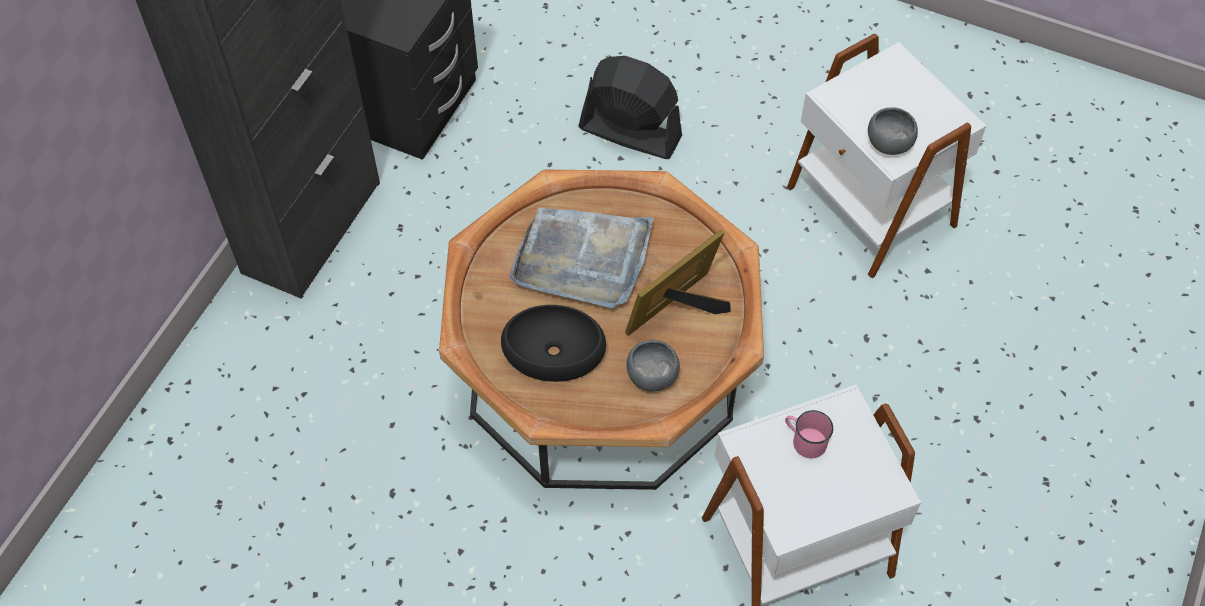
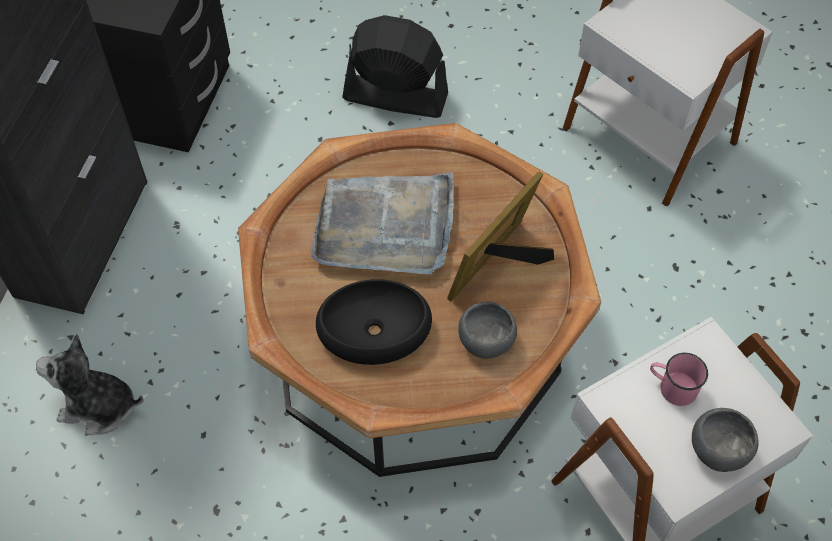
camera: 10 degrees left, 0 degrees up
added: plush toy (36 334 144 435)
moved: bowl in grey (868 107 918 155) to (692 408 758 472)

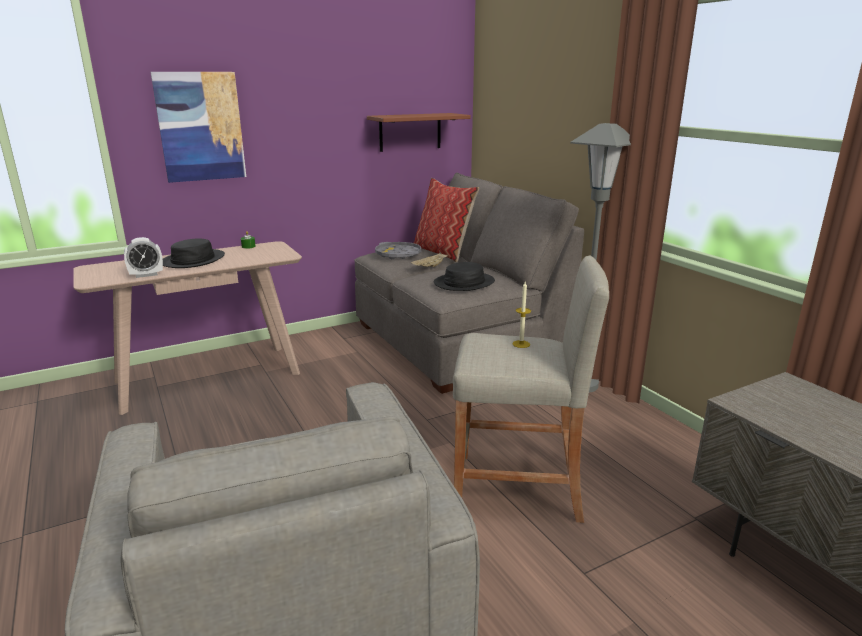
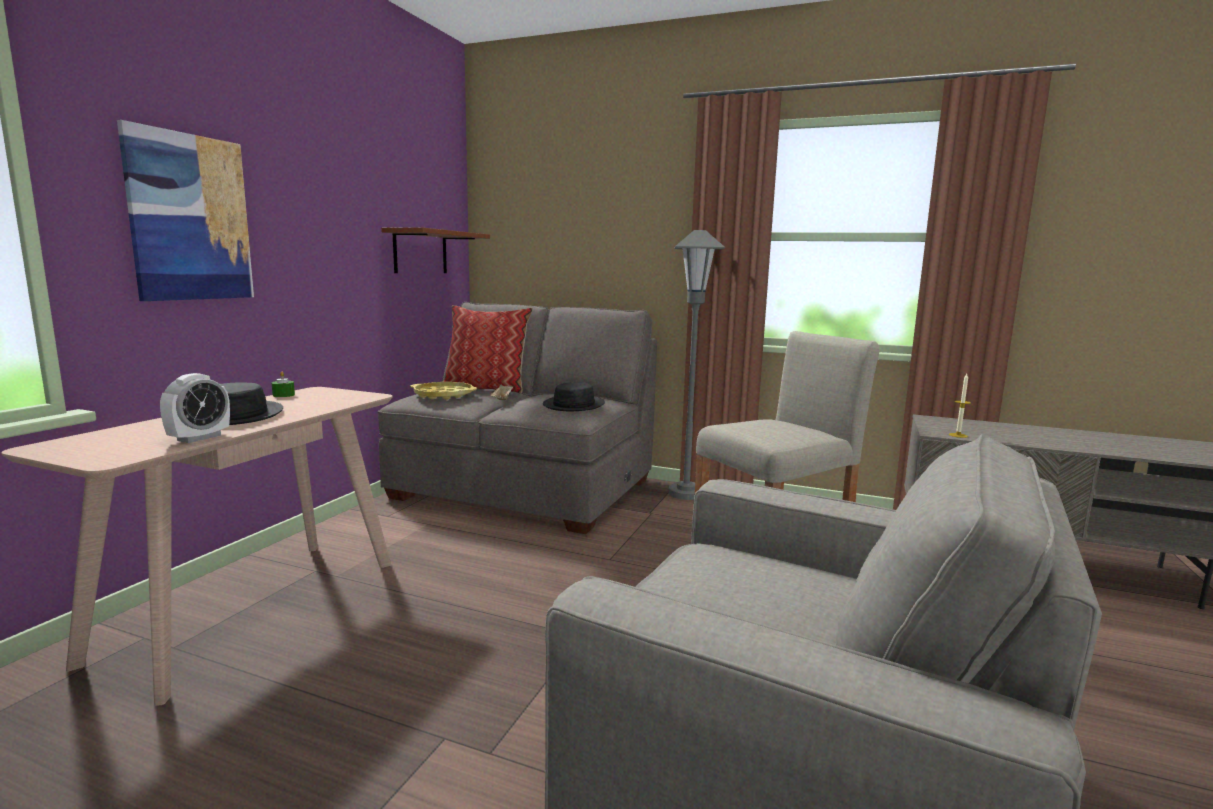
camera: 40 degrees left, 10 degrees down
moved: candle (512 282 531 348) to (949 374 971 438)
recoloured: tray in grey (375 242 421 259) to tray in yellow (410 382 477 400)

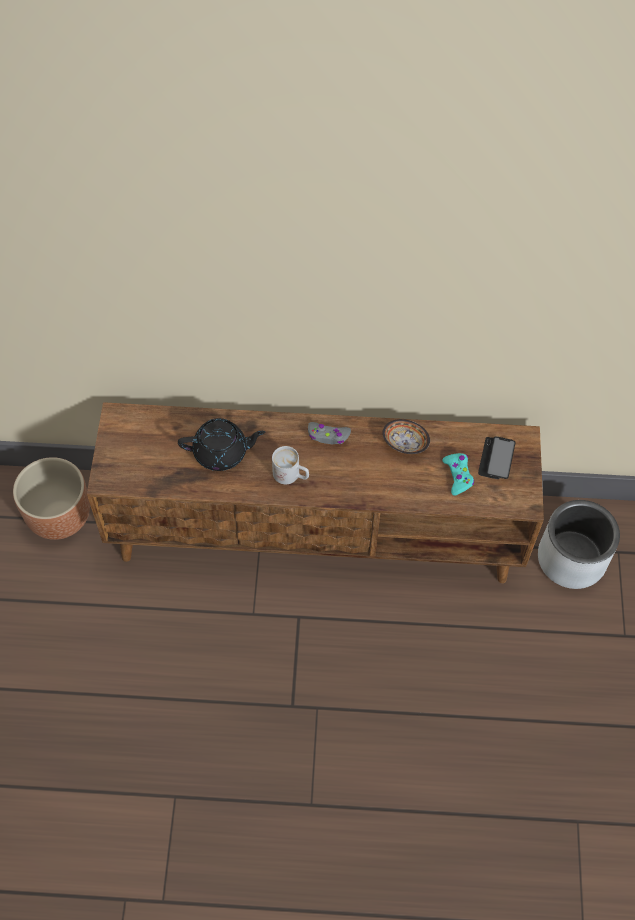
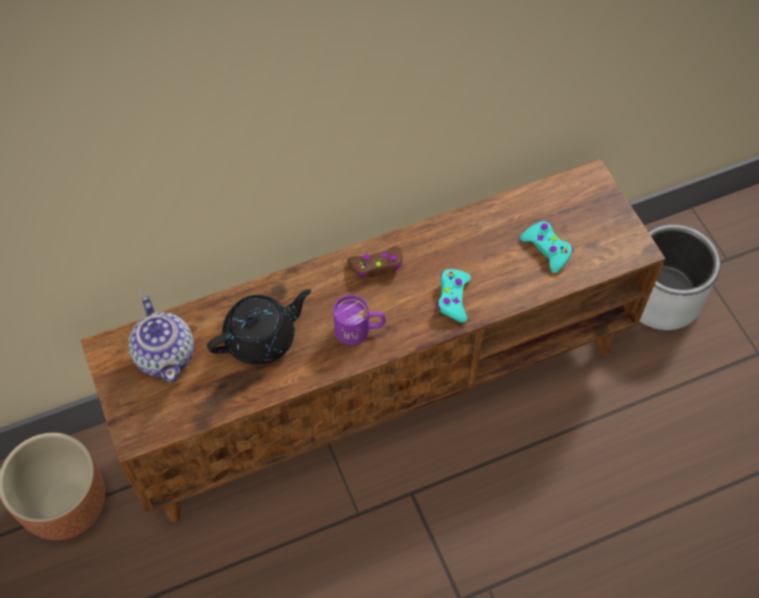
camera: 25 degrees left, 0 degrees up
removed: bowl (383 419 430 454); phone (478 437 516 479)
added: teapot (128 296 194 383); game controller in turquoise (437 269 471 323)
recoloured: mug in white (272 446 309 484) to mug in purple (333 295 386 345); game controller in grey (308 422 351 444) to game controller in brown (347 247 403 278)

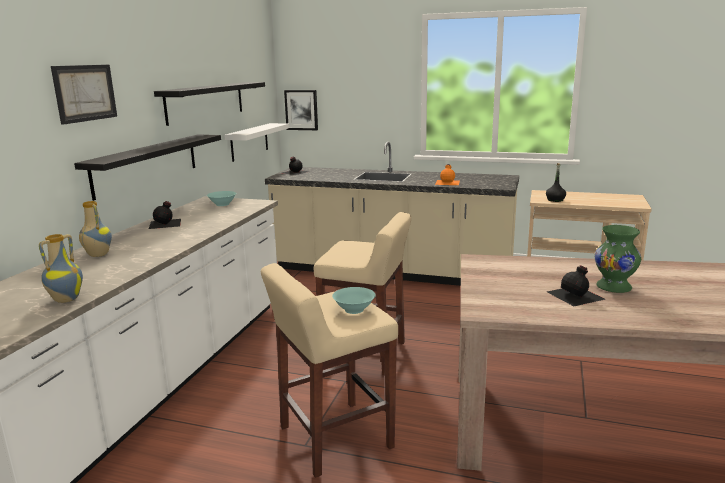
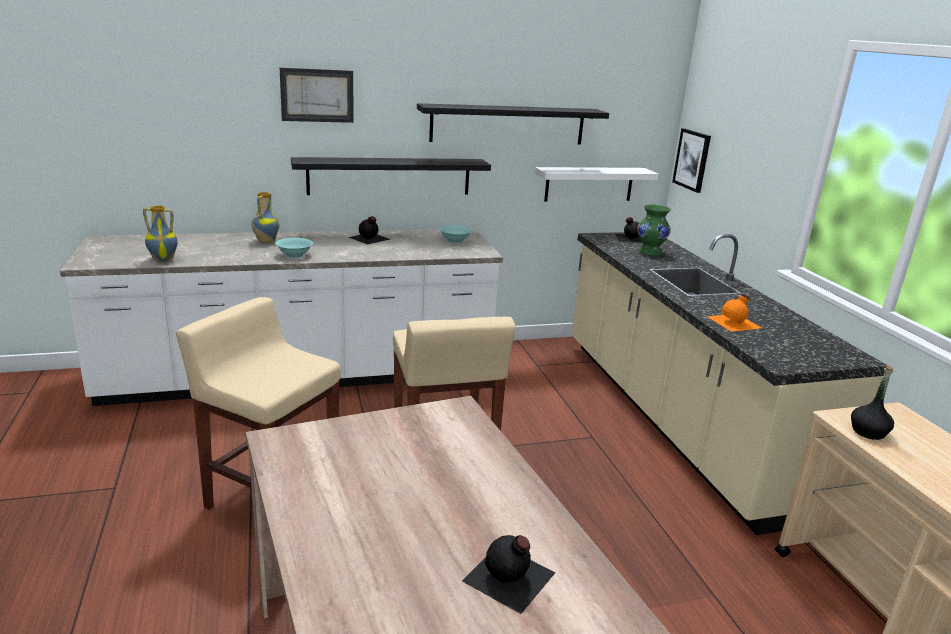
camera: 55 degrees right, 5 degrees up
moved: bowl in turquoise (332 287 376 314) to (275 238 313 258); bottle in black (547 265 605 306) to (462 535 556 614); vase in green (595 225 641 293) to (637 205 671 256)

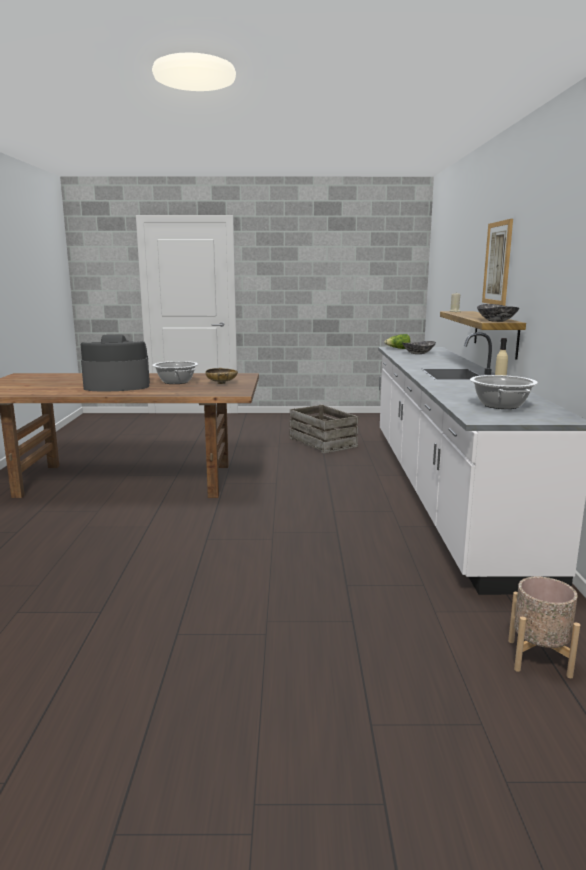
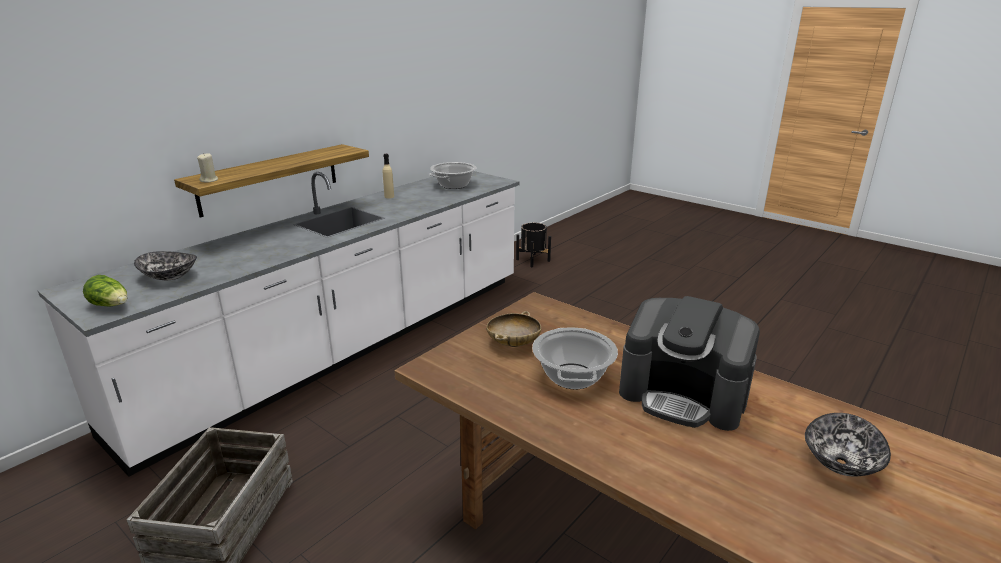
camera: 140 degrees left, 10 degrees up
removed: picture (482 219 513 306)
moved: bowl (477 304 519 322) to (805 413 891 477)
recoloured: planter in beige (508 577 580 678) to planter in black (516 223 551 267)

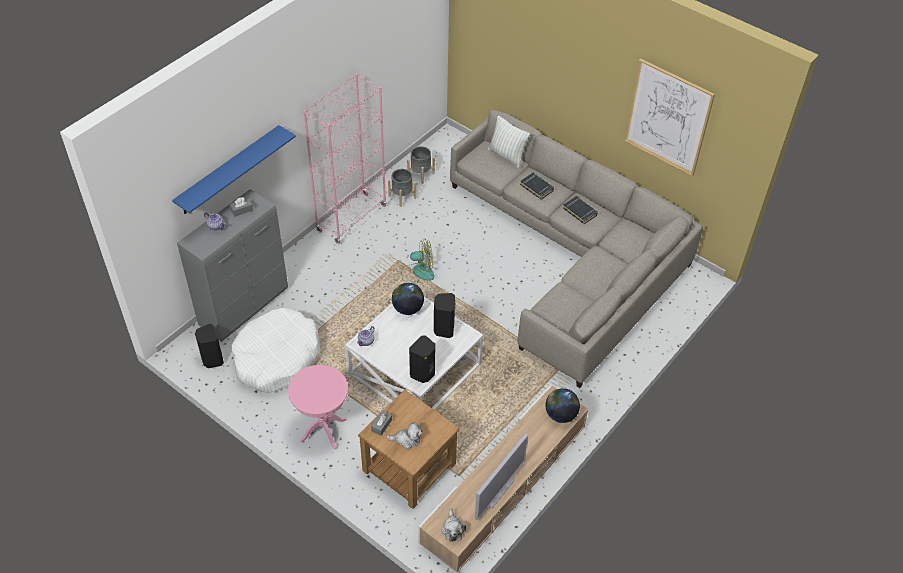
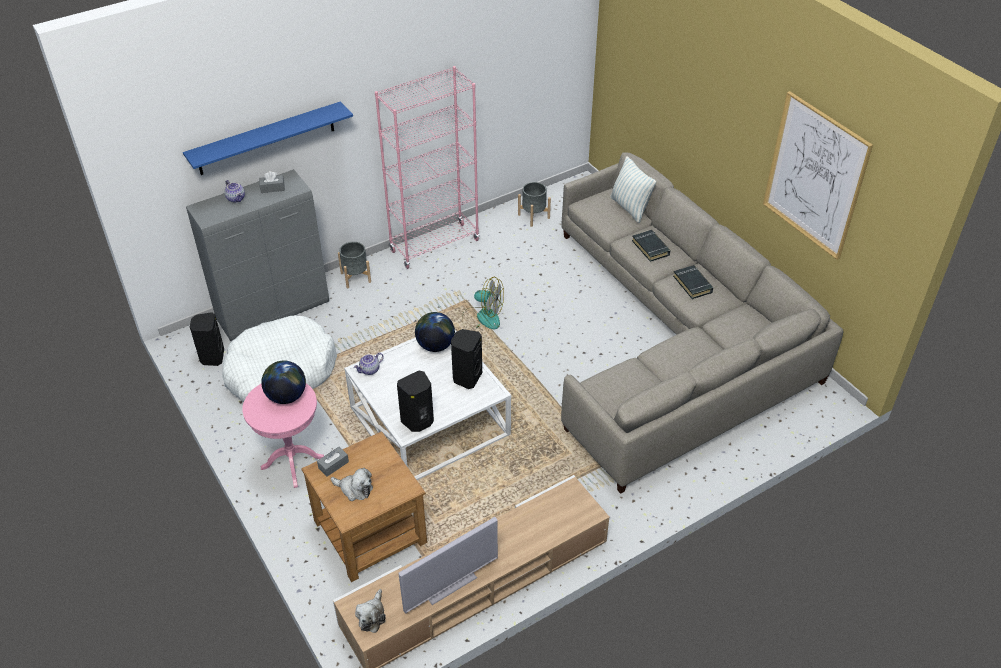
camera: 20 degrees right, 5 degrees down
moved: planter in grey (388 169 416 207) to (338 242 371 288); globe (546 388 580 423) to (261 360 306 404)

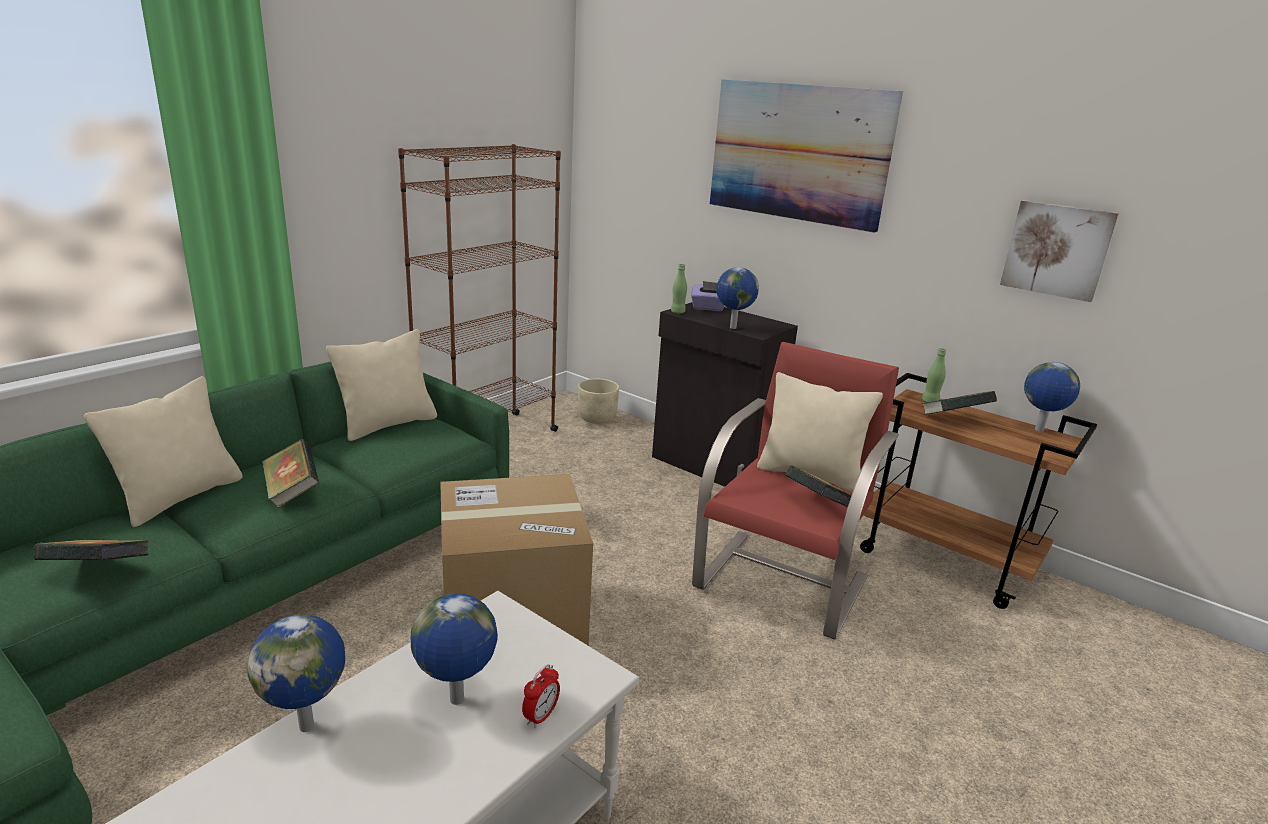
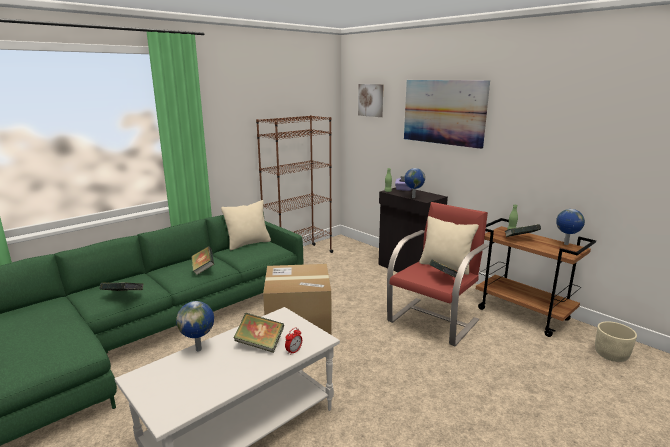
camera: 10 degrees right, 5 degrees down
removed: pillow in beige (84 376 243 527)
moved: planter in beige (578 379 619 424) to (595 321 637 362); picture (1000 200 1119 302) to (358 84 384 117)
replaced: globe (411 593 498 705) to book (234 313 284 353)

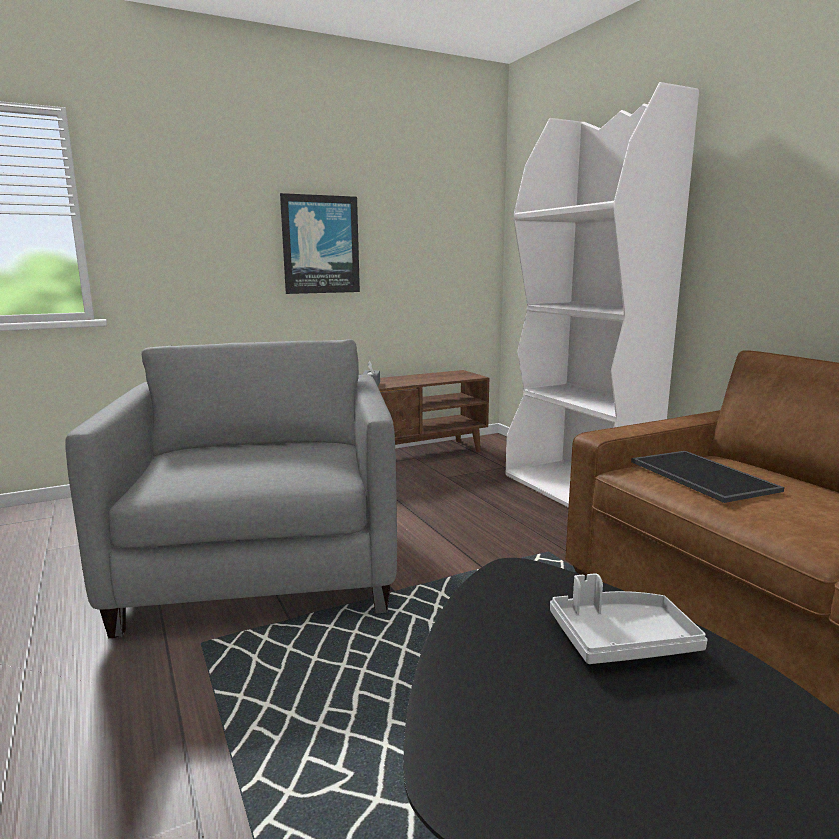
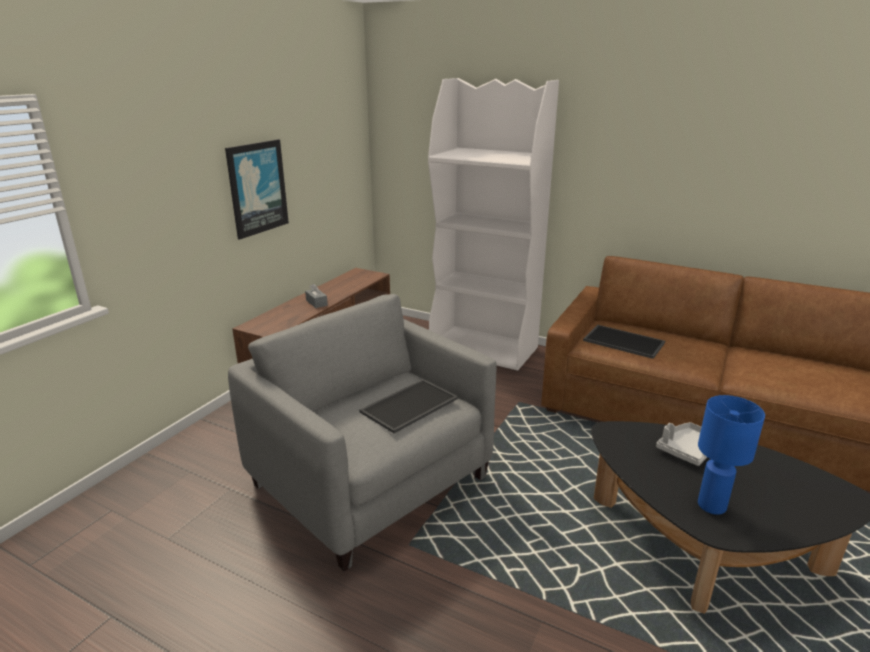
camera: 35 degrees left, 10 degrees up
added: tray (359 379 458 433); table lamp in blue (698 395 765 515)

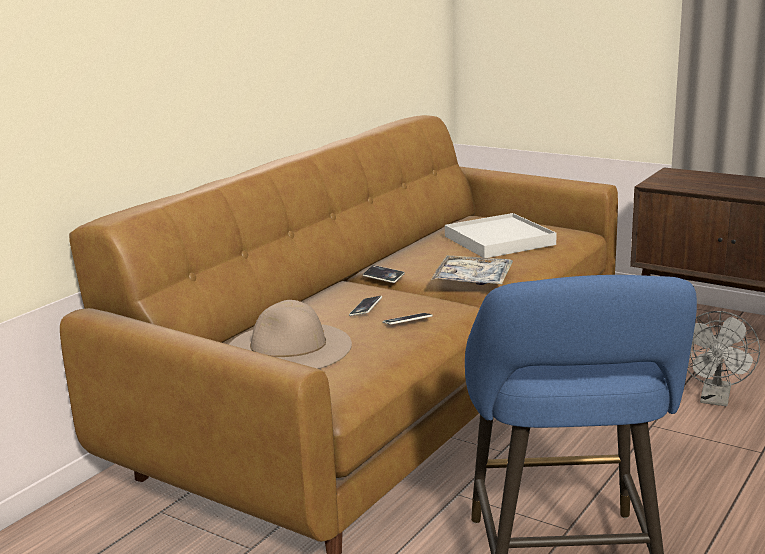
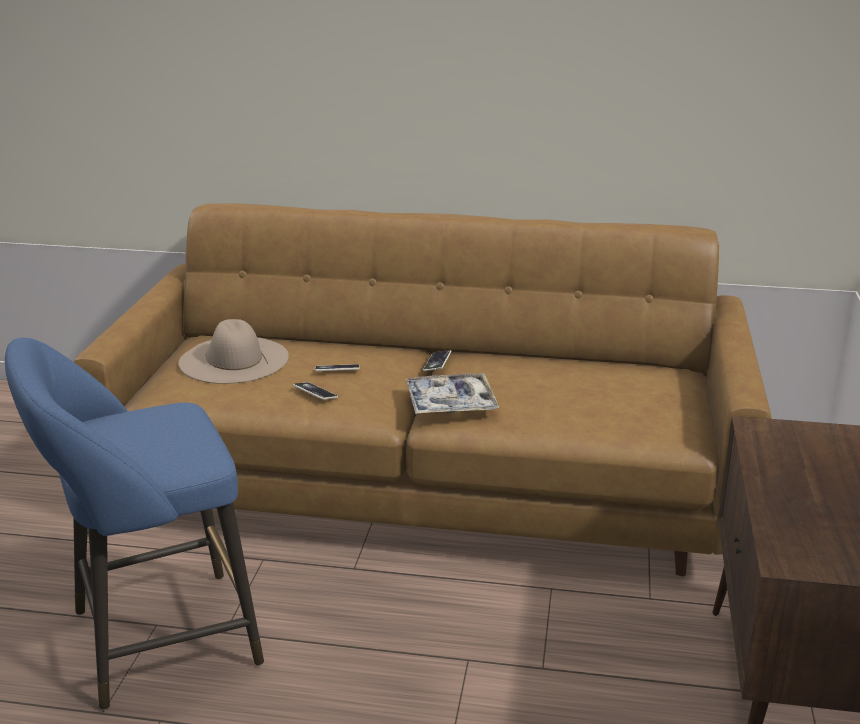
camera: 65 degrees right, 5 degrees up
removed: tray in white (445 213 557 258); fan in grey (687 311 760 406)

